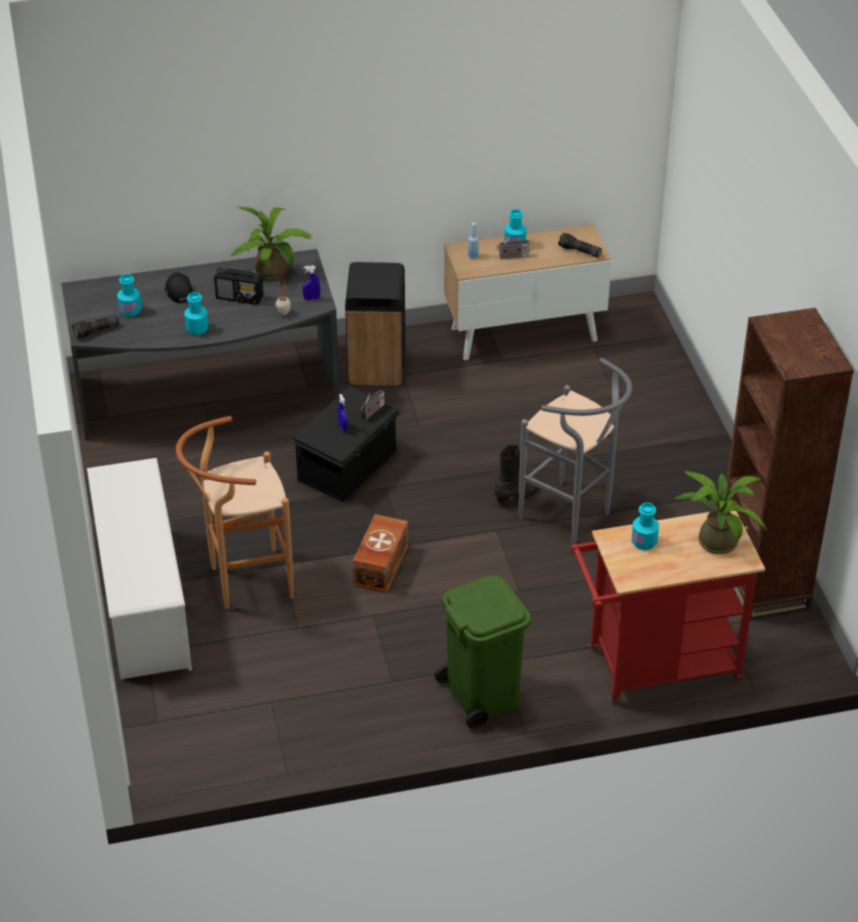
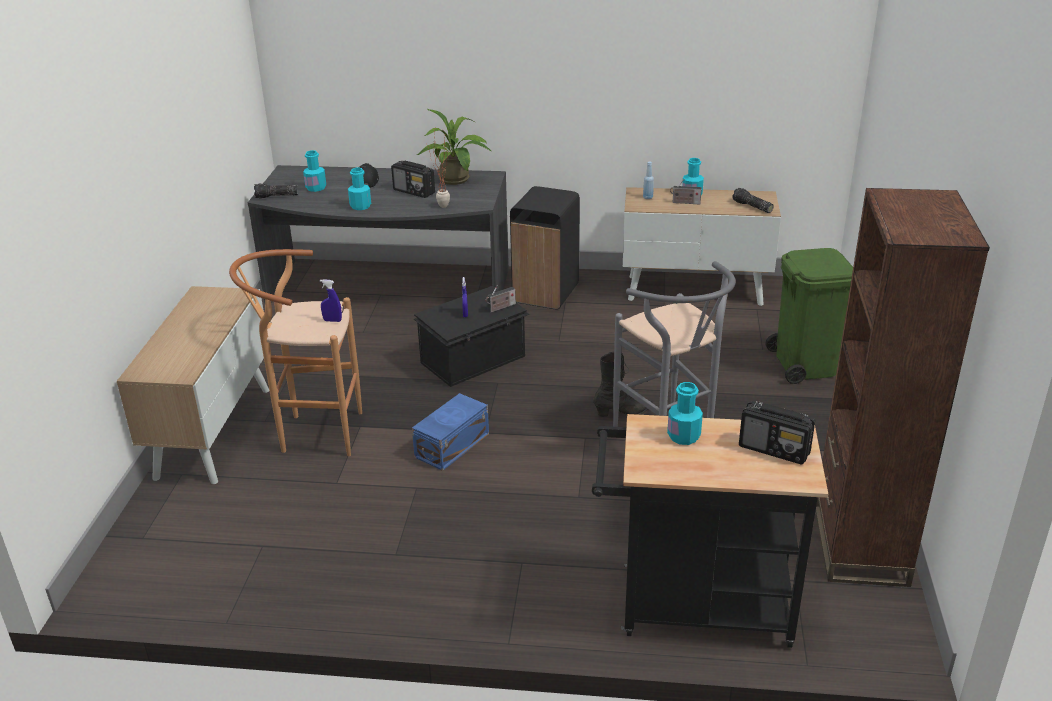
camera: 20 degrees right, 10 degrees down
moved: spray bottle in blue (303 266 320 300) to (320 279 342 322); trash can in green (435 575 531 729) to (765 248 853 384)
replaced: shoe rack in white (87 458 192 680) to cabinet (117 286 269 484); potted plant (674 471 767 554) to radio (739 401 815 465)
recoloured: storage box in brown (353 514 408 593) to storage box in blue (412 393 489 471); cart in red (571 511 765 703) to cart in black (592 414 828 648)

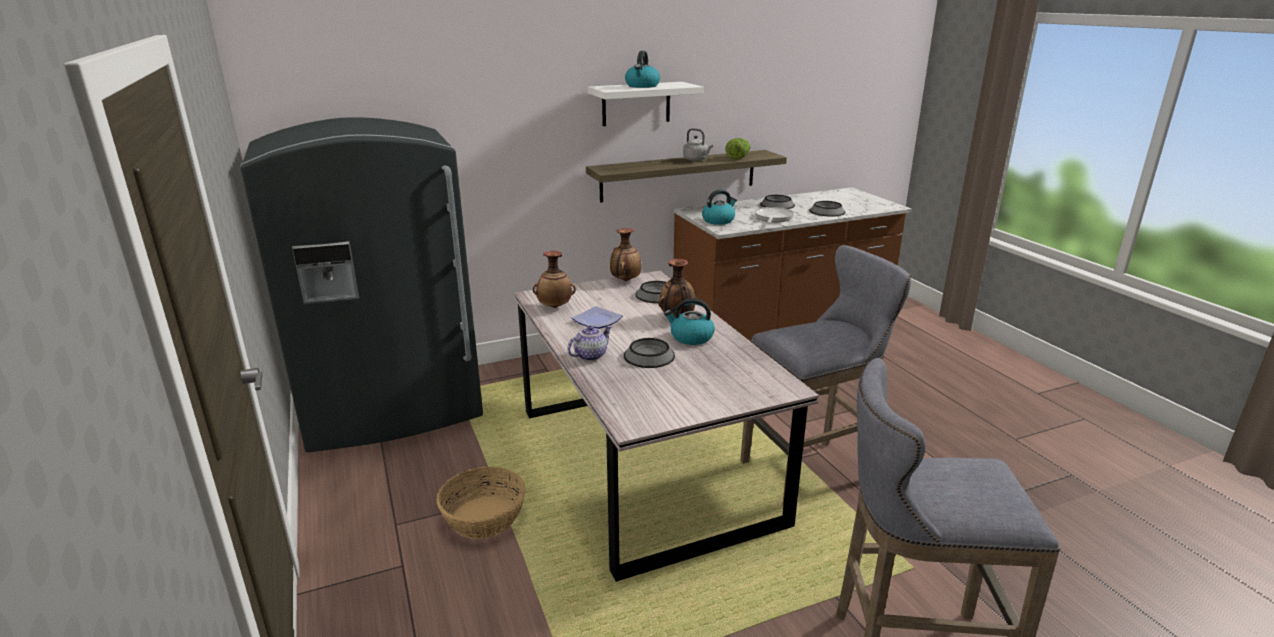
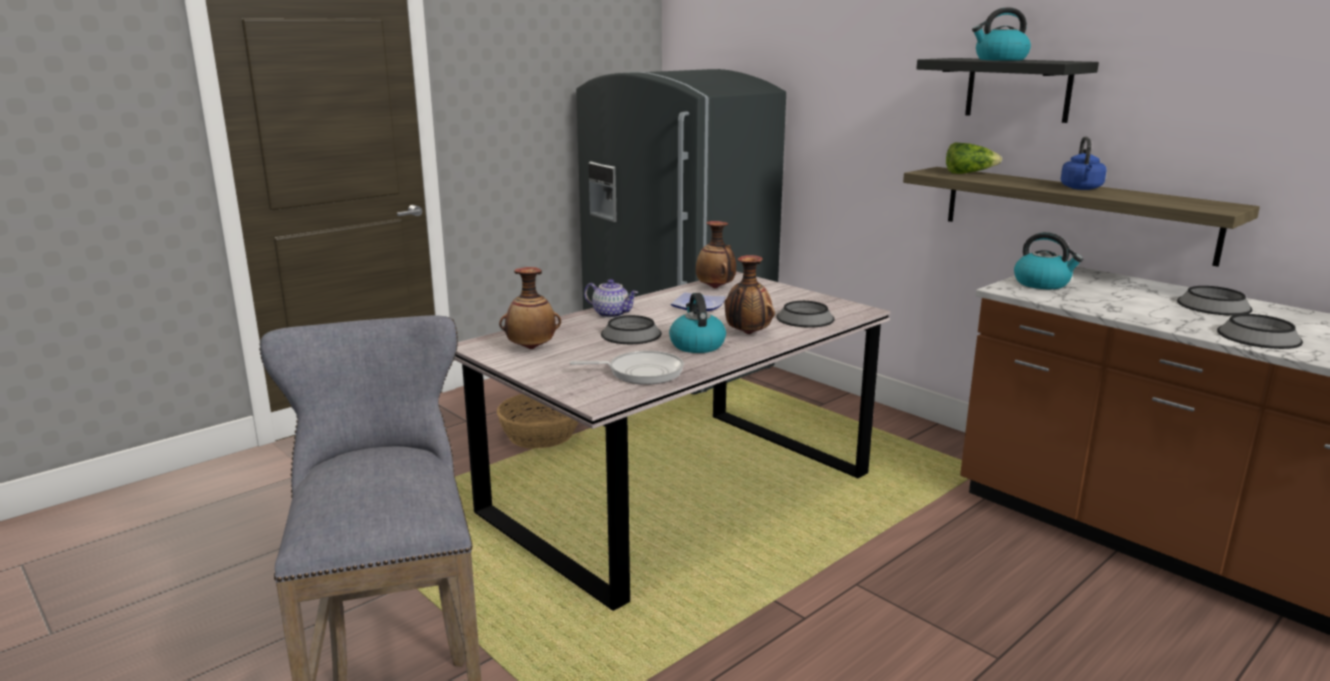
camera: 70 degrees right, 5 degrees down
removed: stool in grey (740 245 911 506)
moved: vase (610 228 642 281) to (499 267 561 349); lettuce (726 138 750 160) to (946 142 1002 174); frying pan (755 207 794 223) to (569 351 684 385)
recoloured: shelf in white (588 82 704 126) to shelf in black (916 58 1099 123); kettle in grey (683 128 713 161) to kettle in blue (1061 137 1107 190)

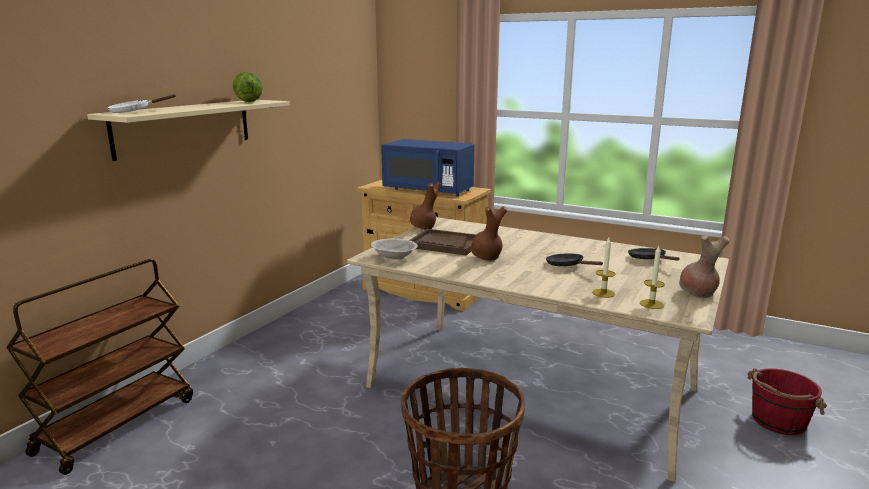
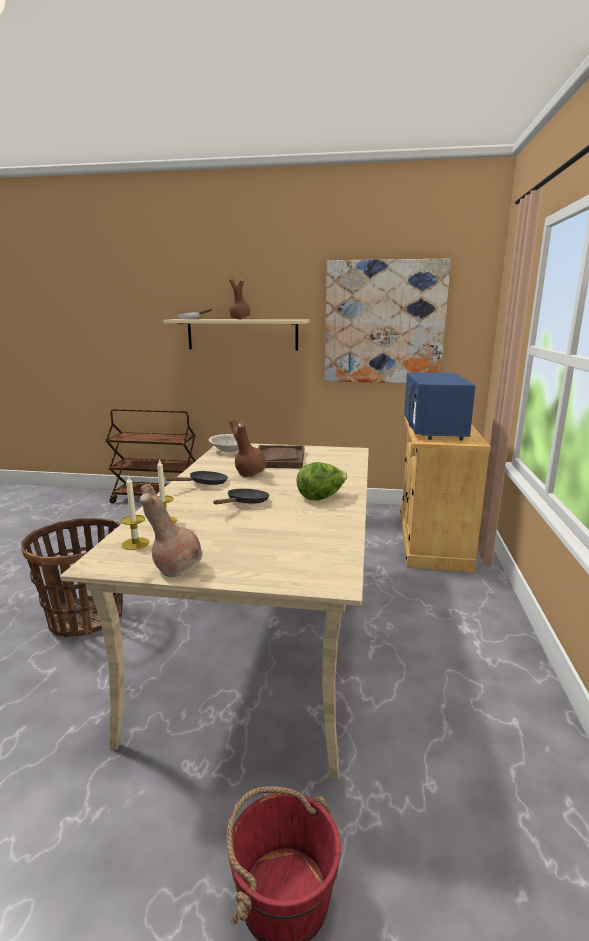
camera: 70 degrees right, 0 degrees up
added: picture (325 259 451 383)
moved: lettuce (233 72 263 102) to (296 462 347 501); vase in brown (410 182 441 230) to (229 279 250 319); frying pan in black (628 248 680 261) to (166 471 228 485)

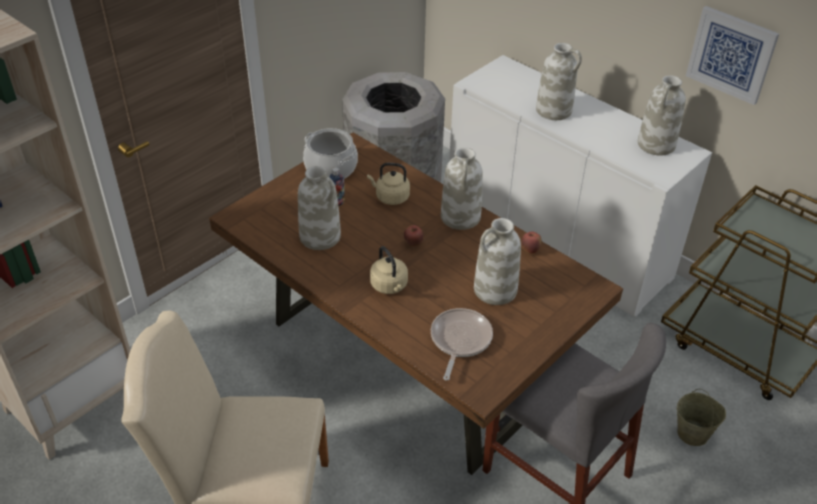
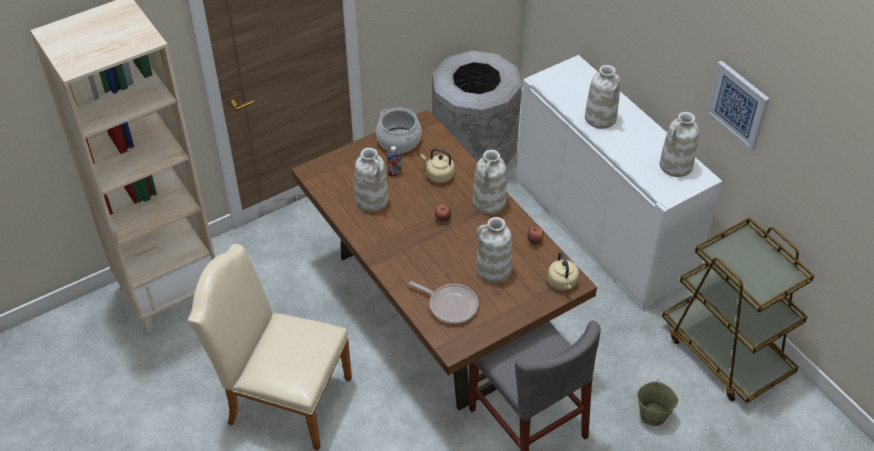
camera: 15 degrees right, 5 degrees up
moved: kettle in beige (370 246 408 294) to (547 252 579 290)
turned: frying pan (431 308 493 380) = (409 281 478 324) 90 degrees clockwise

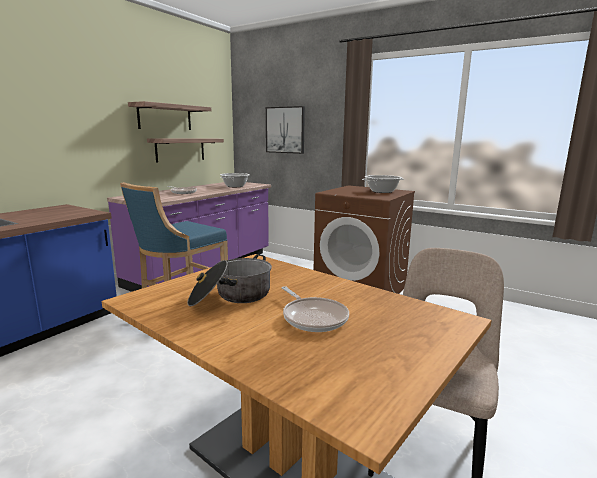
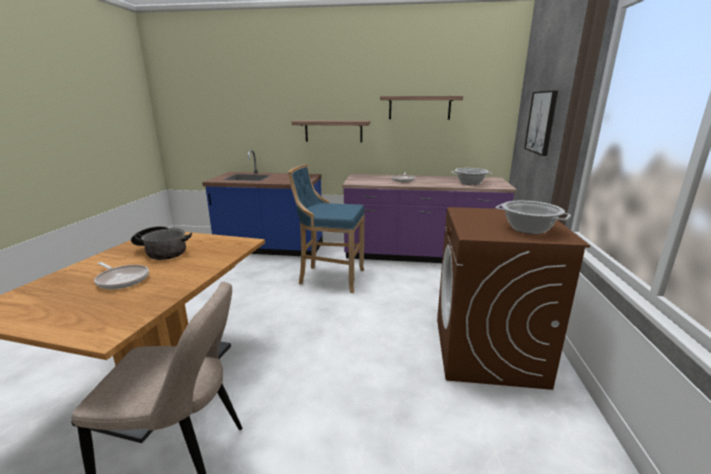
camera: 65 degrees right, 5 degrees up
moved: shelf (147 138 224 163) to (292 120 370 142)
turned: frying pan (281 286 349 332) = (94 262 149 289) 90 degrees counterclockwise

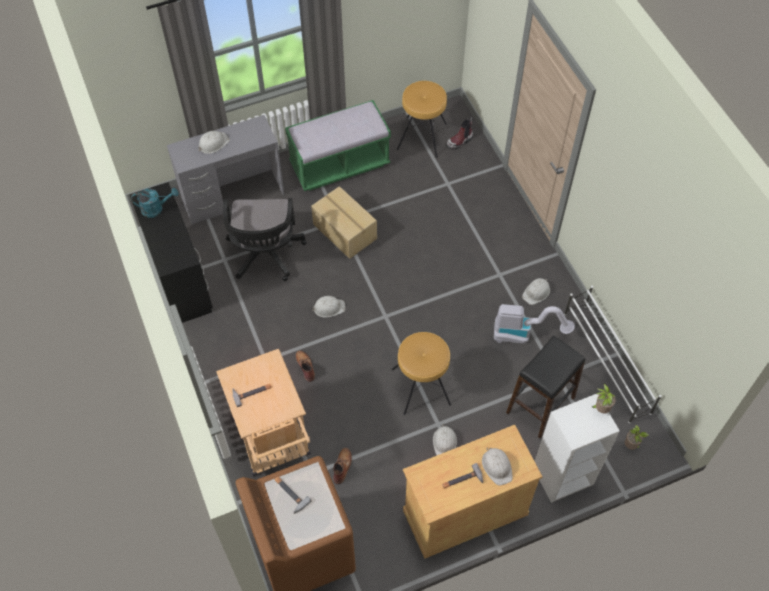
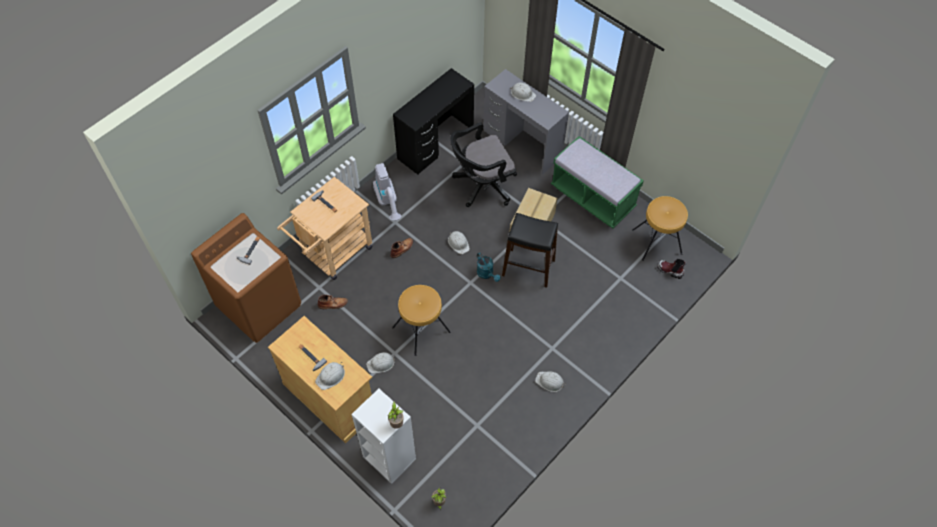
camera: 65 degrees right, 0 degrees up
removed: shoe rack in white (564 286 661 424)
moved: watering can in turquoise (131 188 179 218) to (477 252 500 282); vacuum cleaner (494 304 575 343) to (373 163 402 221); stool in black (506 336 586 438) to (502 213 558 288)

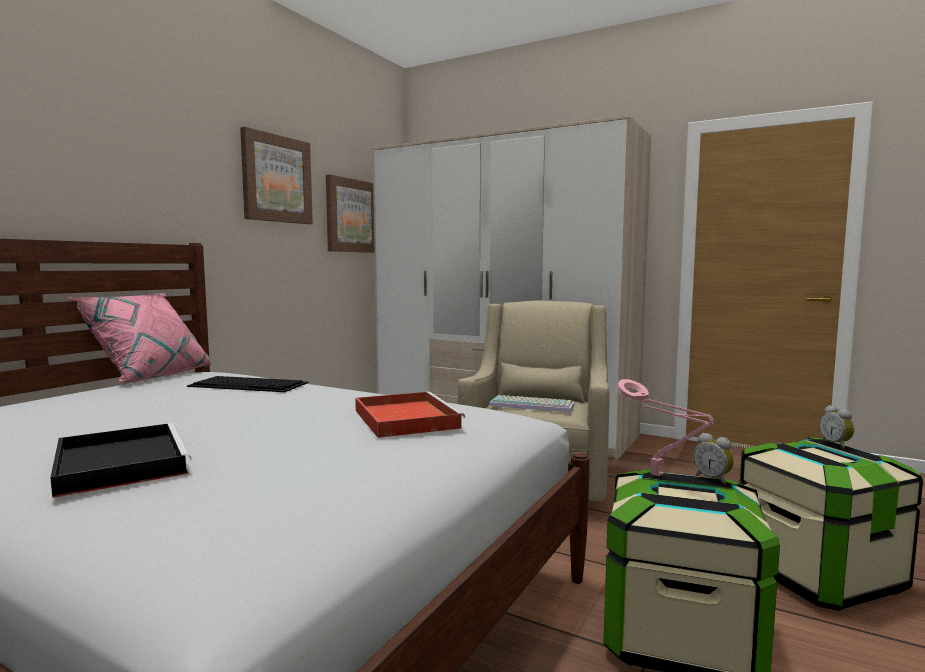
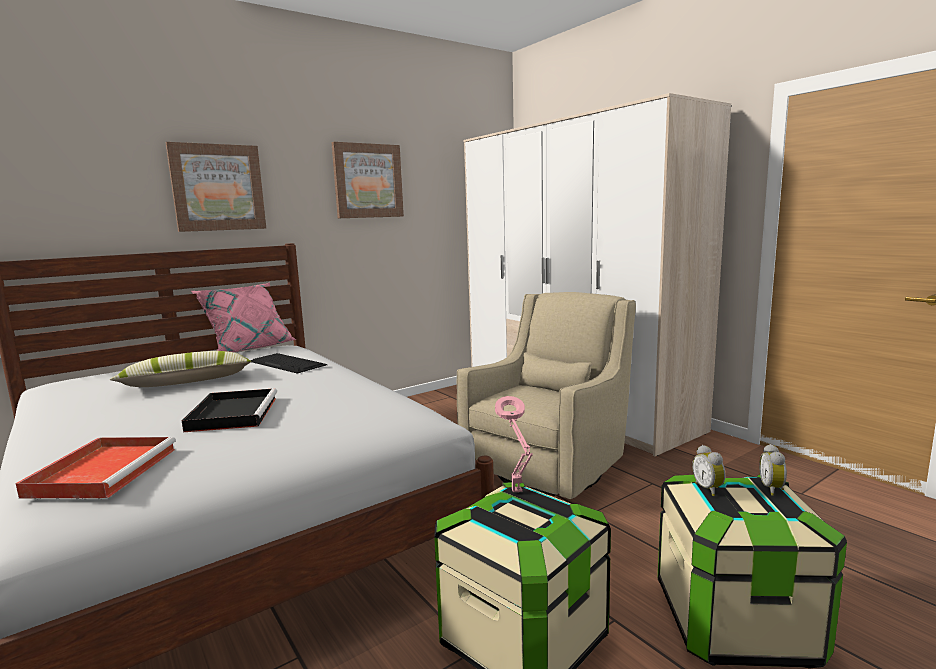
camera: 25 degrees right, 5 degrees up
removed: keyboard (489 395 575 412)
added: pillow (110 351 252 387)
moved: tray in black (50 423 192 498) to (182 388 277 432); picture (326 175 375 253) to (166 142 266 232); tray in red (355 391 465 438) to (15 437 176 498); alarm clock (693 433 734 484) to (692 445 726 496)

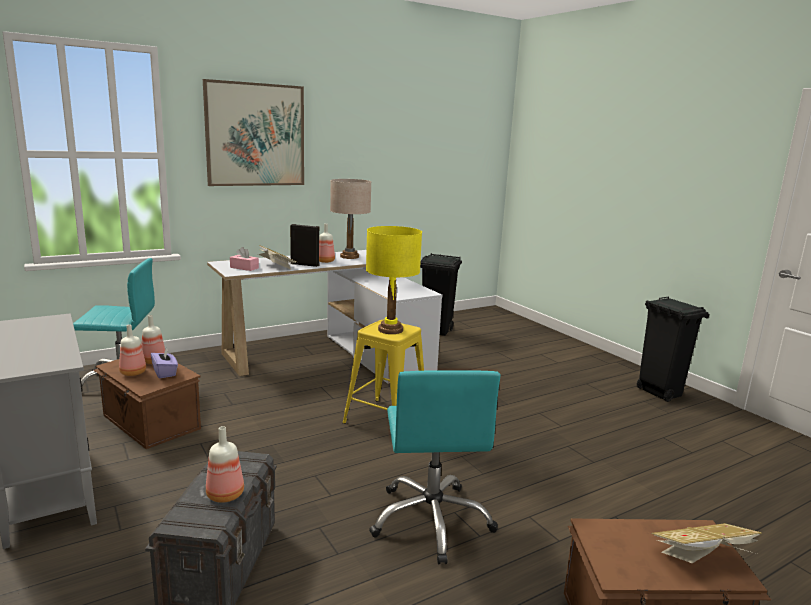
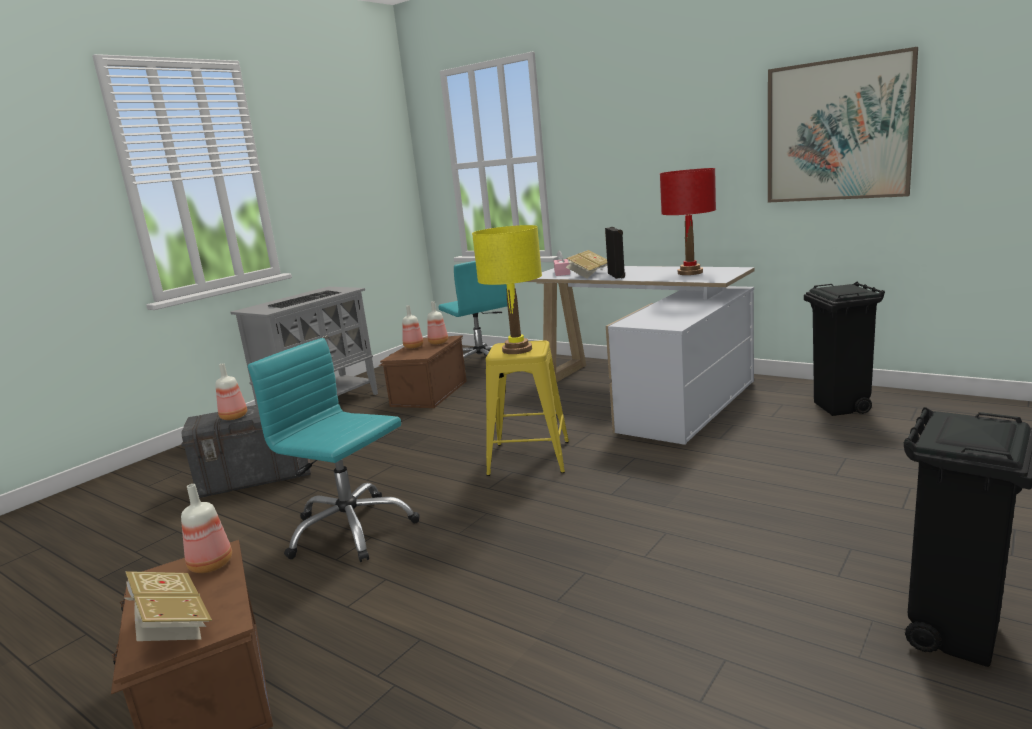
camera: 70 degrees right, 0 degrees up
removed: tissue box in purple (151 348 178 378)
added: keyboard (267 291 341 308)
moved: picture (203 79 304 186) to (768 47 918 203); bottle (319 224 335 263) to (181 484 232 573)
recoloured: table lamp in beige (330 179 371 259) to table lamp in red (660 168 716 275)
turned: office chair in turquoise (369 370 501 564) = (248 338 420 562) 60 degrees clockwise

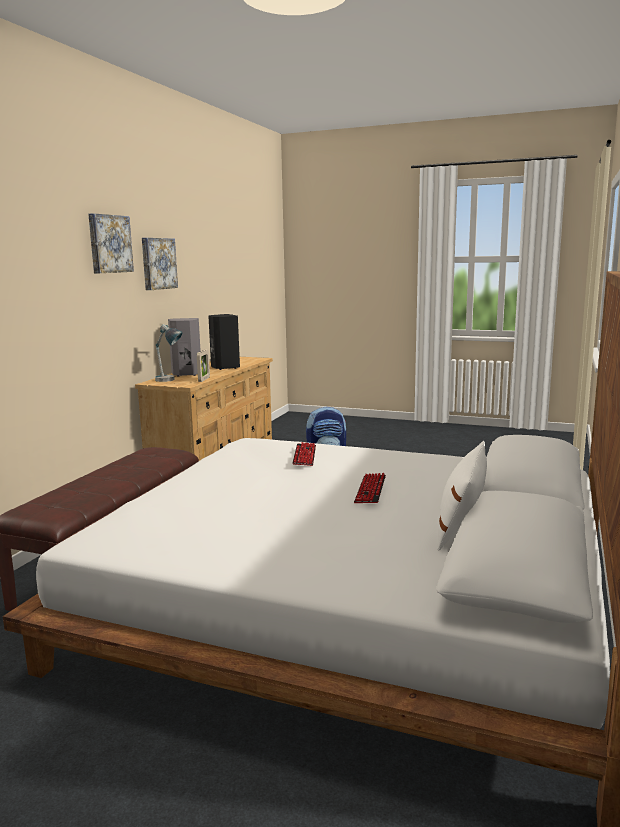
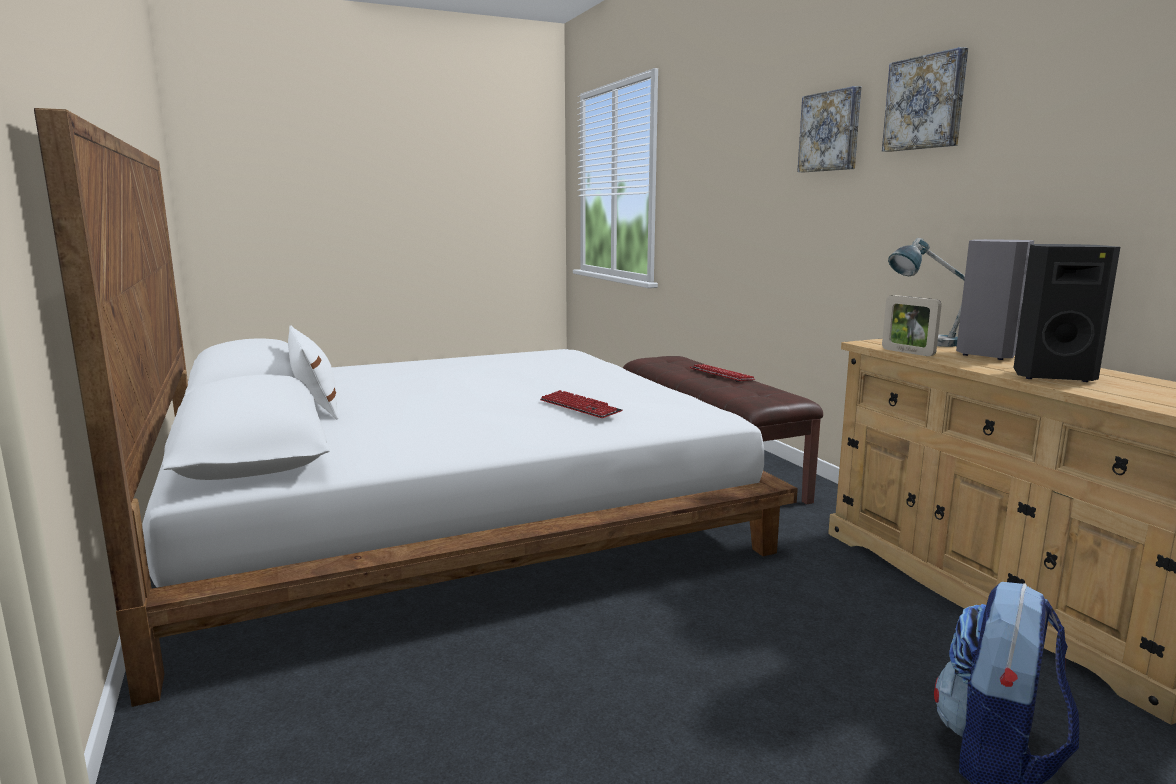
camera: 135 degrees right, 0 degrees up
moved: picture (142 238 178 290) to (797 86 861 172); keyboard (354 473 386 503) to (690 364 755 382)

